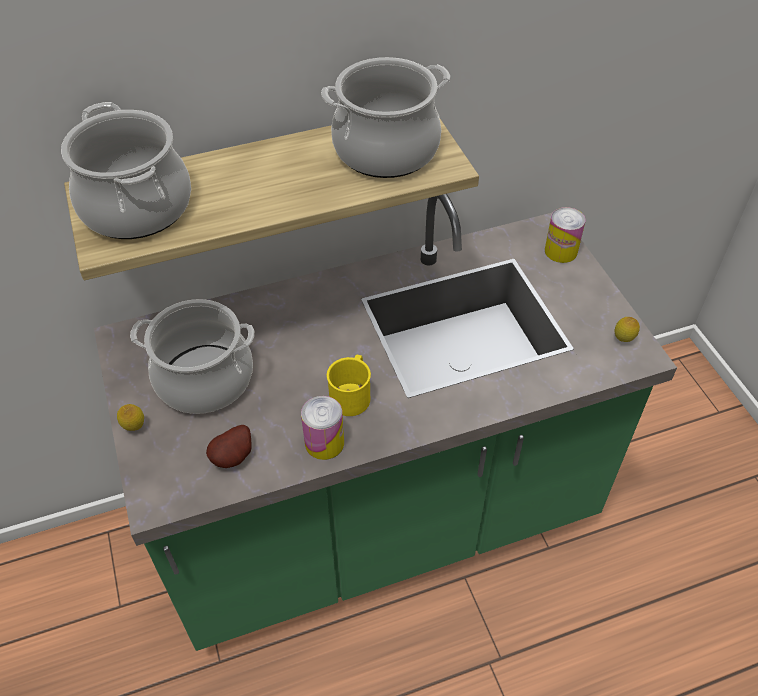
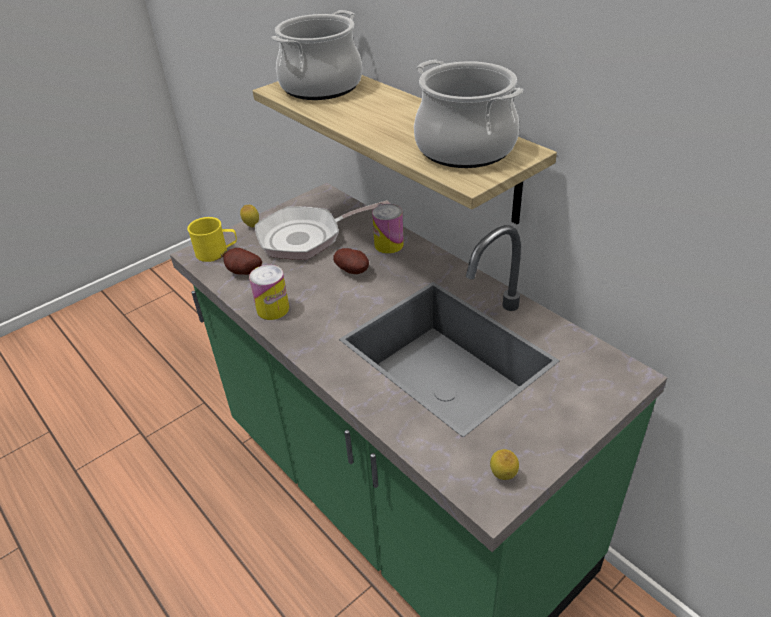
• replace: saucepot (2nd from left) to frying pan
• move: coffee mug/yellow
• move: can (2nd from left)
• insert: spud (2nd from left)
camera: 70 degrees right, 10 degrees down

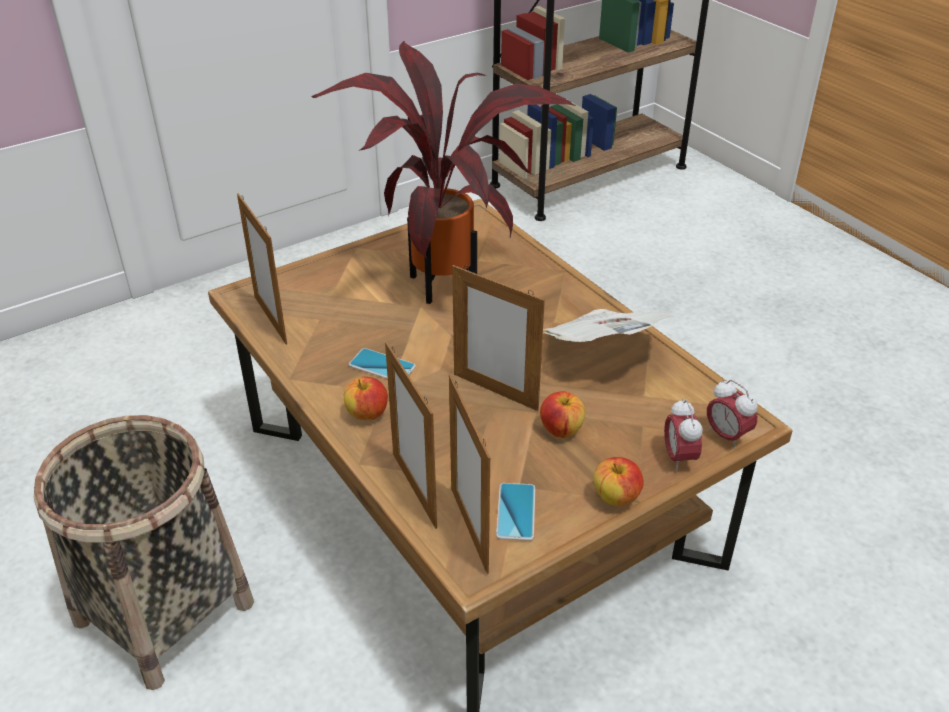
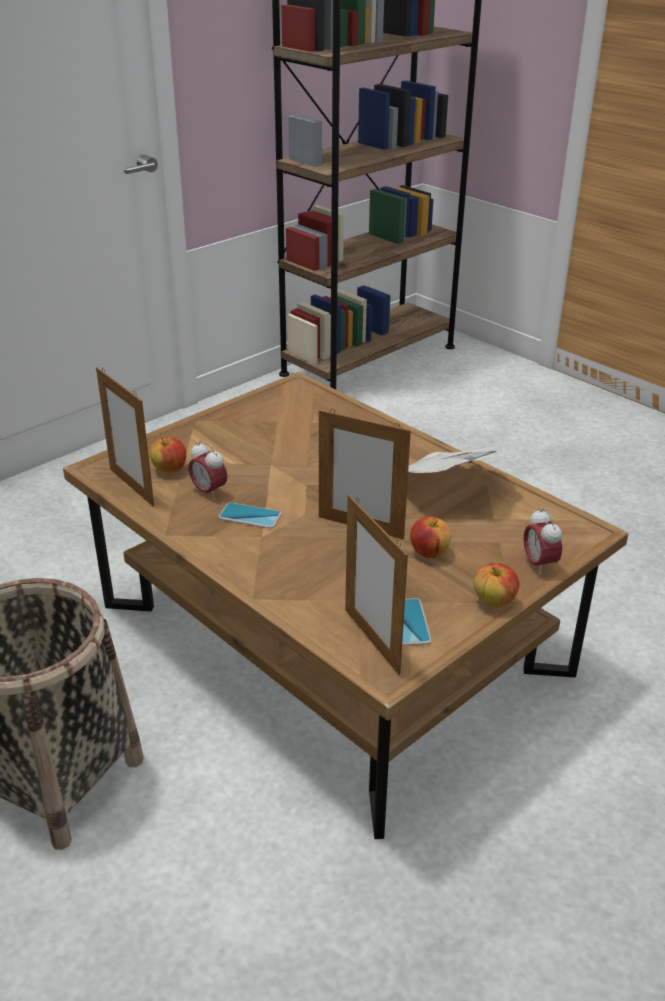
• delete: plant in a pot
• move: whole apple (1st from left)
• delete: standing frame (2nd from left)
• move: alarm clock (2nd from left in the first image) to alarm clock (1st from left)
camera: 10 degrees left, 5 degrees down

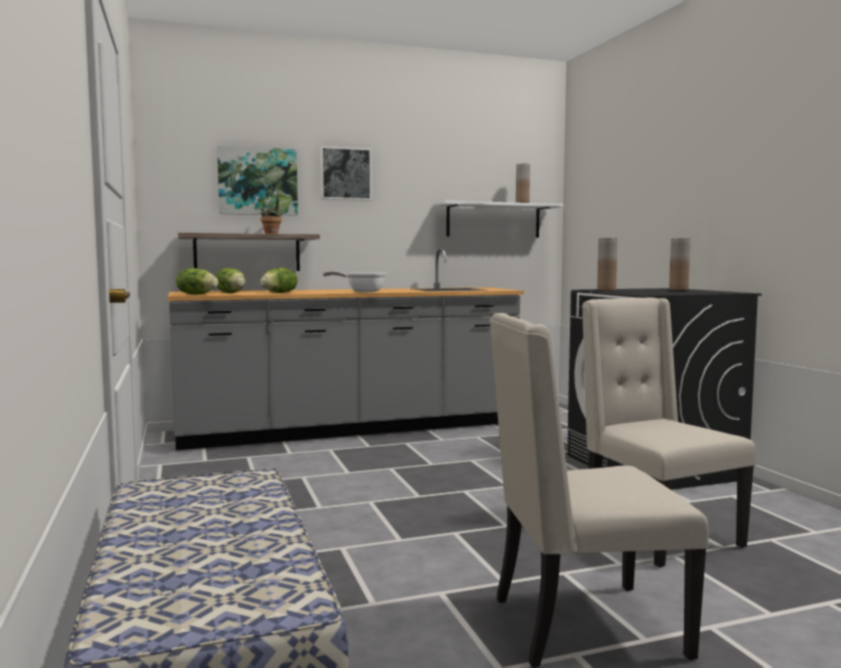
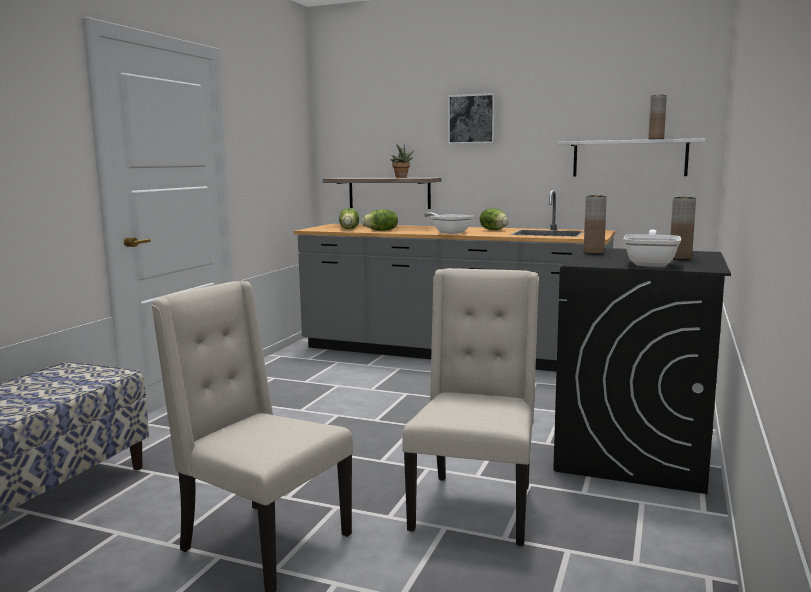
• move: lettuce head (1st from left in the first image) to lettuce head (3rd from left)
• delete: wall art (1st from left)
• insert: frying pan (2nd from left)
camera: 40 degrees right, 5 degrees up

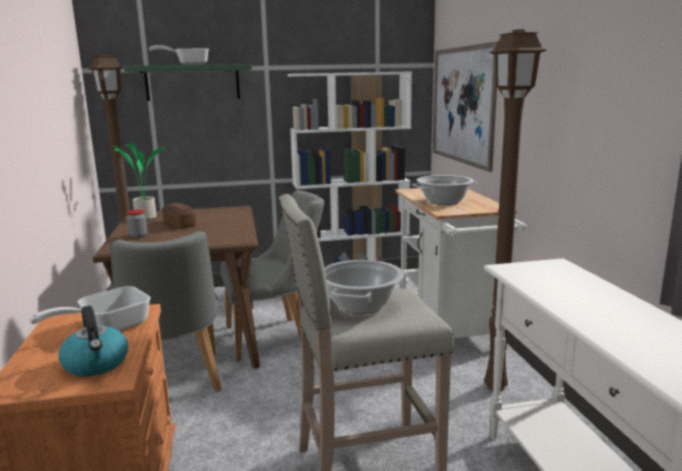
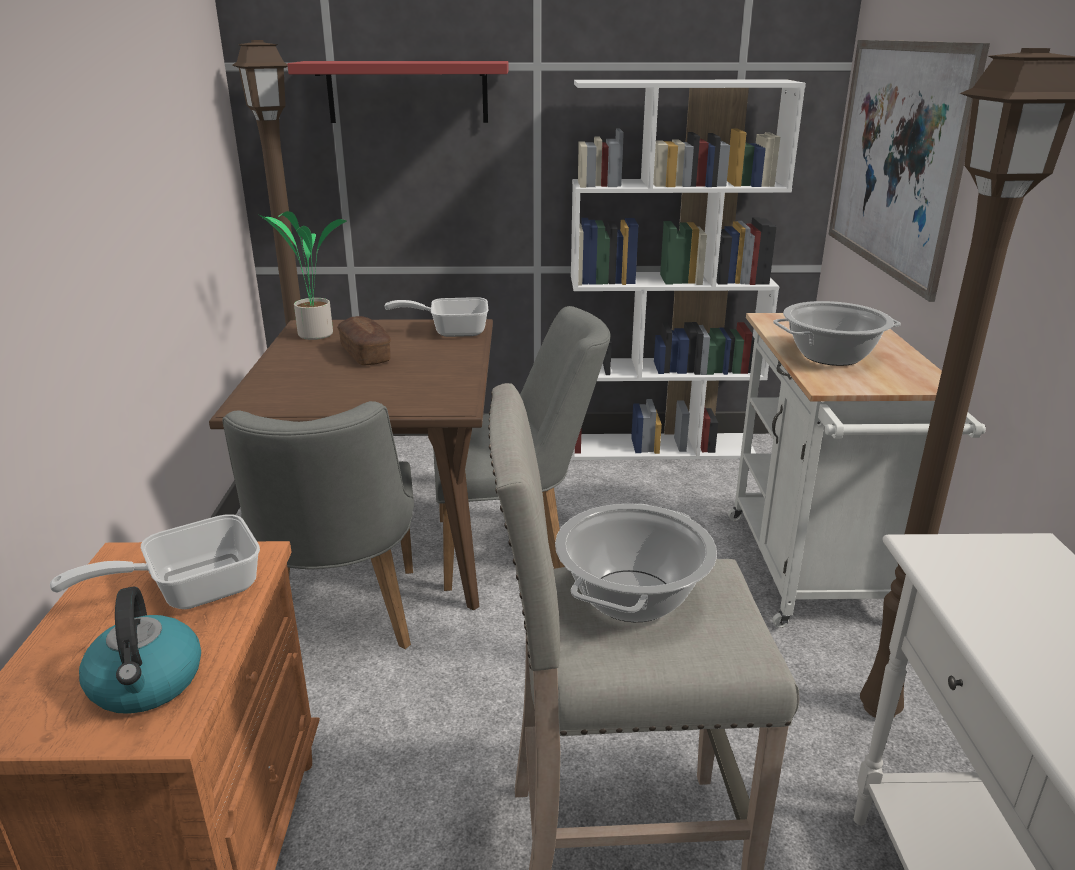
• recolor: wall shelf/greenish to wall shelf/reddish
• delete: preserve jar
• move: frying pan (2nd from left)
camera: 10 degrees right, 10 degrees up

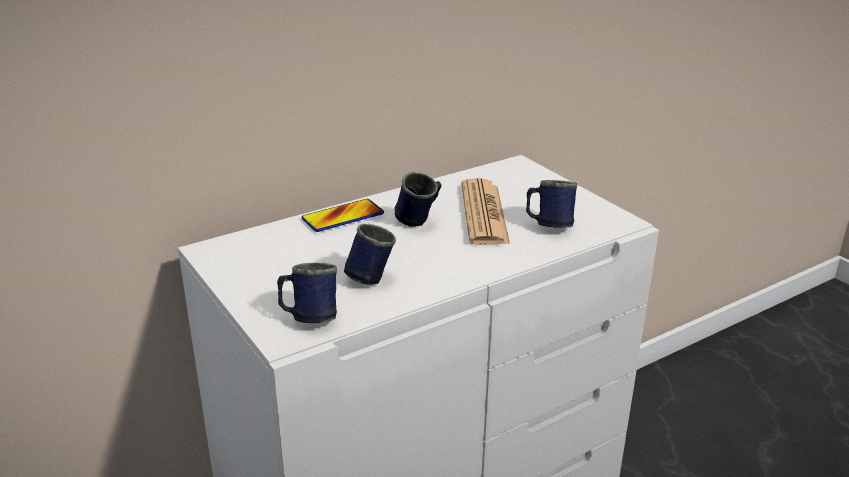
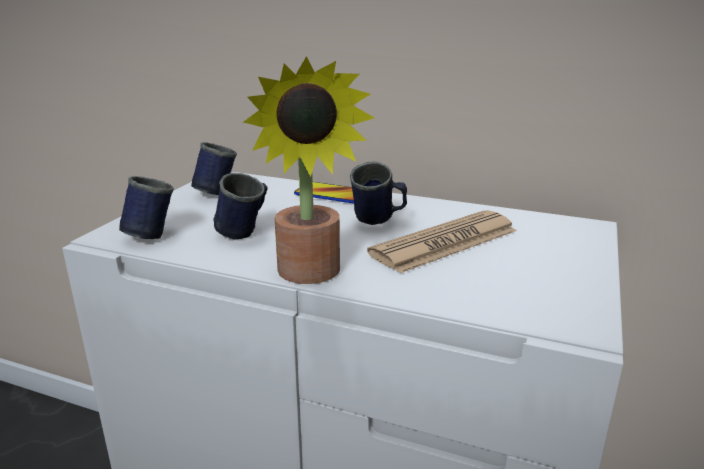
• move: coffee mug/blue-coloured (4th from left in the first image) to coffee mug/blue-coloured (2nd from left)
• insert: plant in a pot
camera: 55 degrees right, 5 degrees down

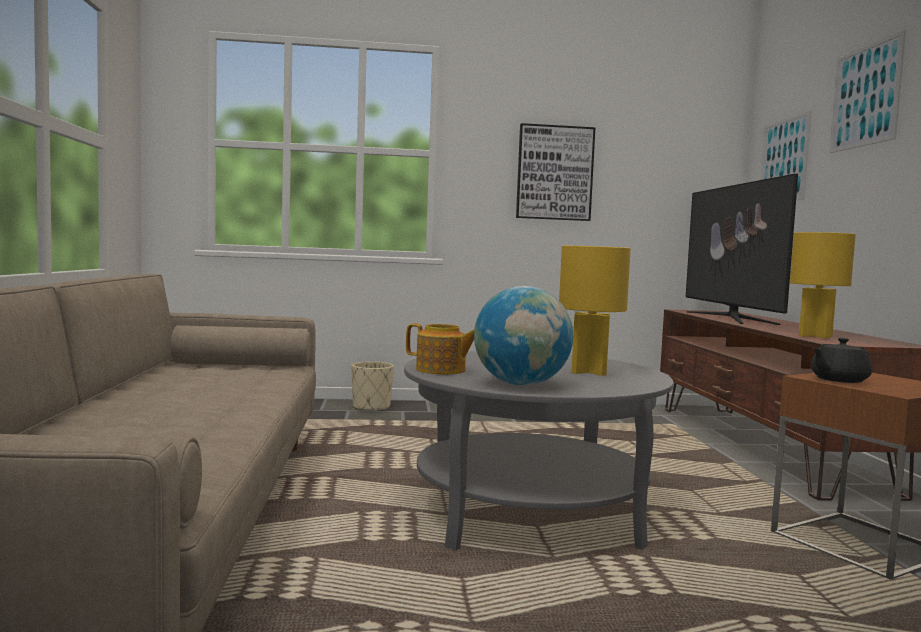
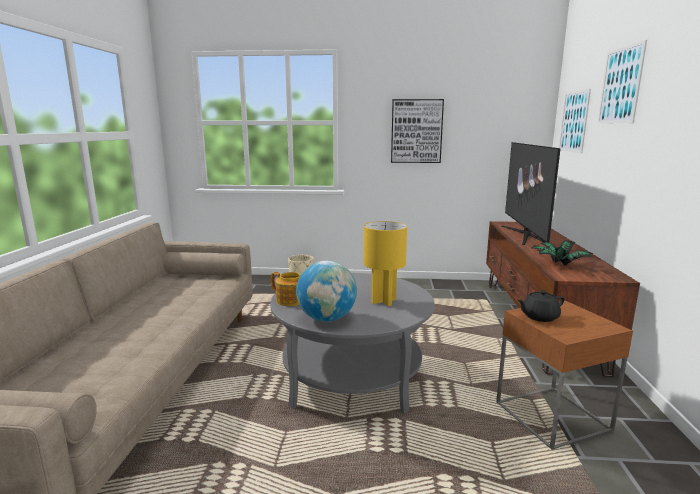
• replace: tabletop lamp/yellow (2nd from left) to plant in a pot
camera: 10 degrees right, 10 degrees up

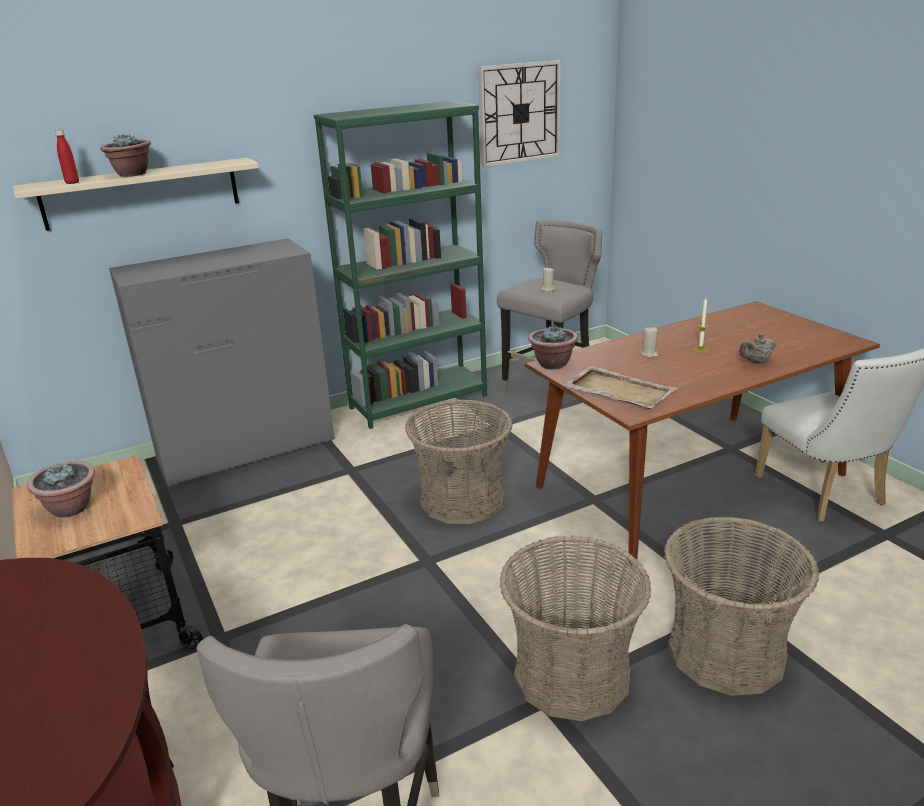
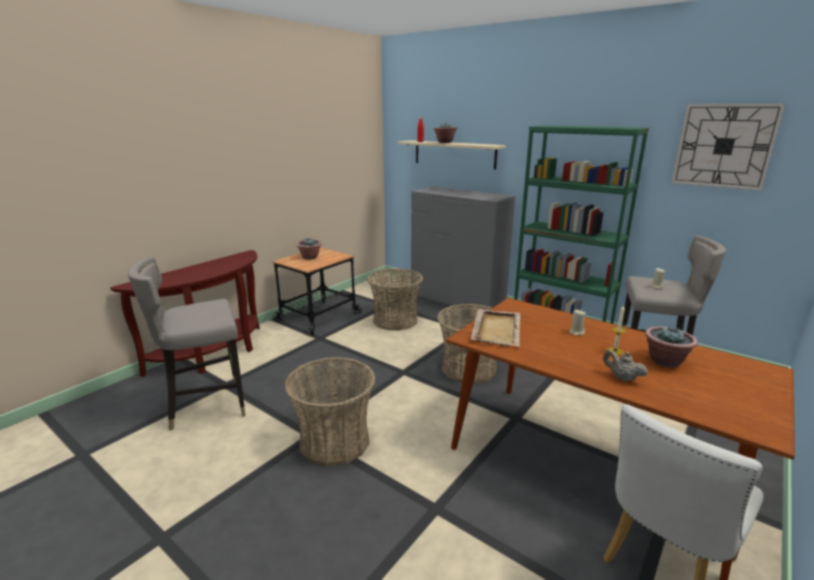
• move: plant in a pot (3rd from left)
• move: storage basket (3rd from left in the first image) to storage basket (2nd from left)
camera: 65 degrees right, 5 degrees down

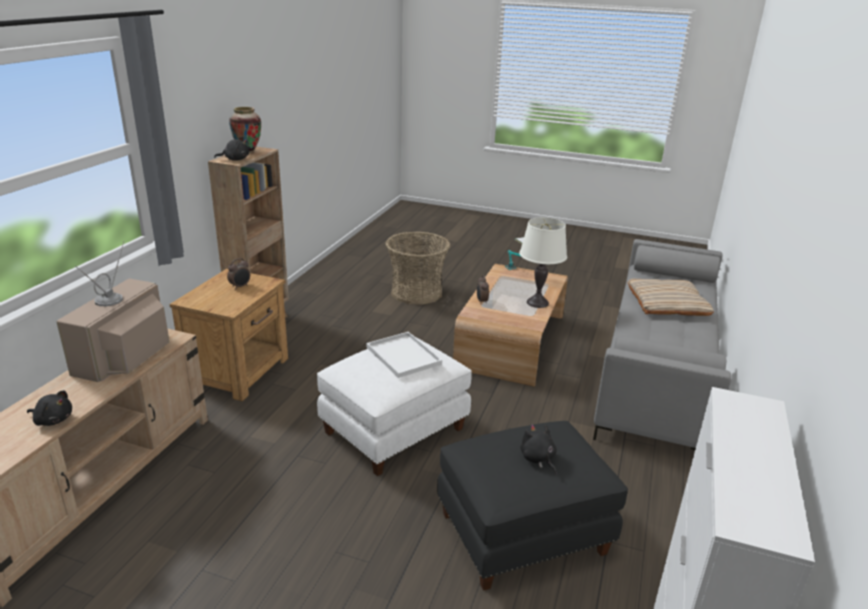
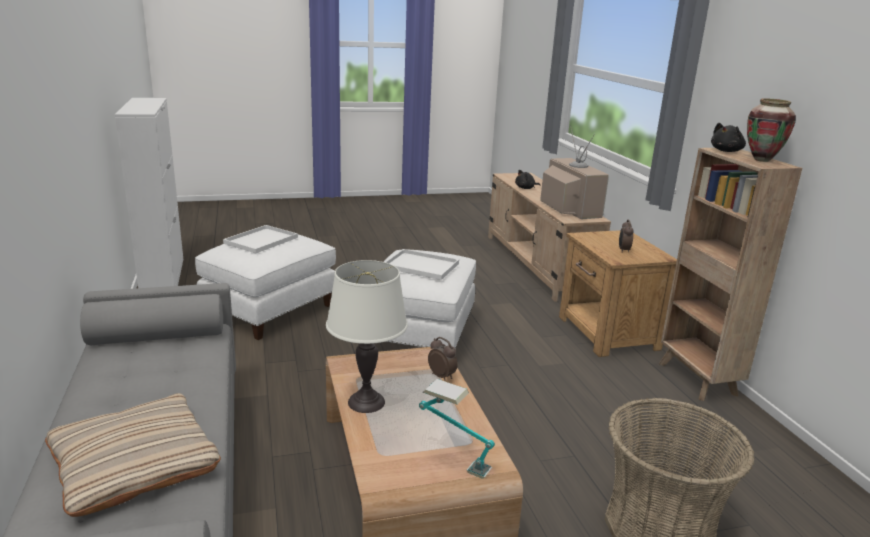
• recolor: ottoman/black to ottoman/white (1st from left)
• replace: soft toy/black (3rd from left) to tray/white (1st from left)
camera: 145 degrees right, 5 degrees down

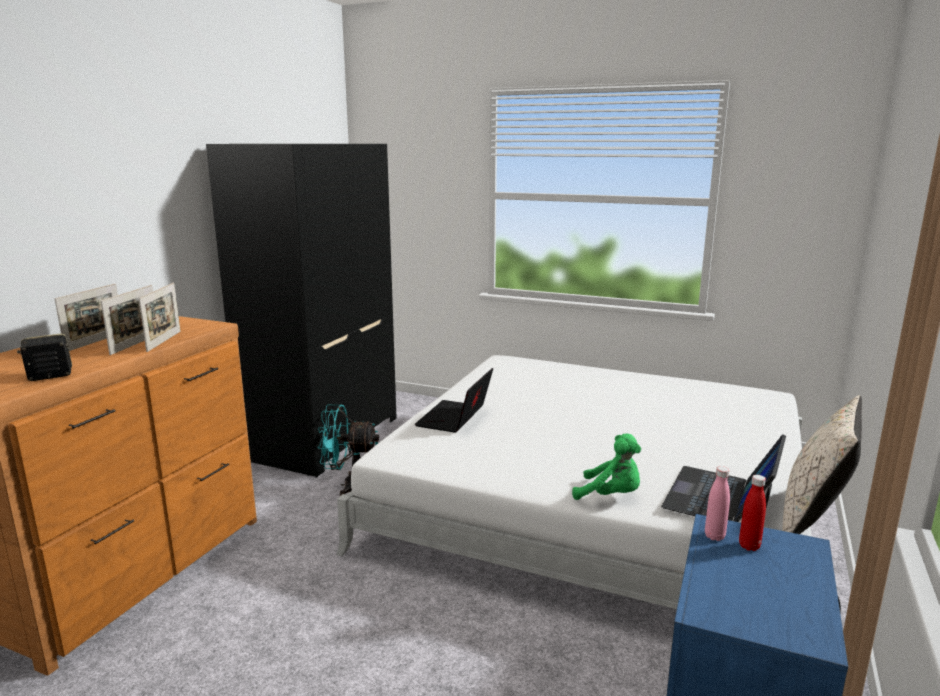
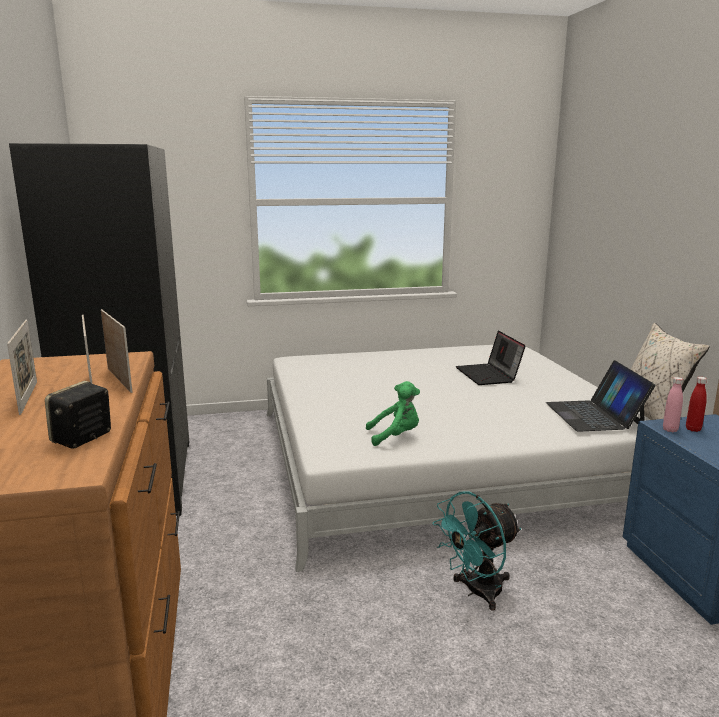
• move: cooling fan/blue-green
• move: notebook computer (1st from left)
• move: soft toy/greenish
camera: 35 degrees left, 0 degrees up

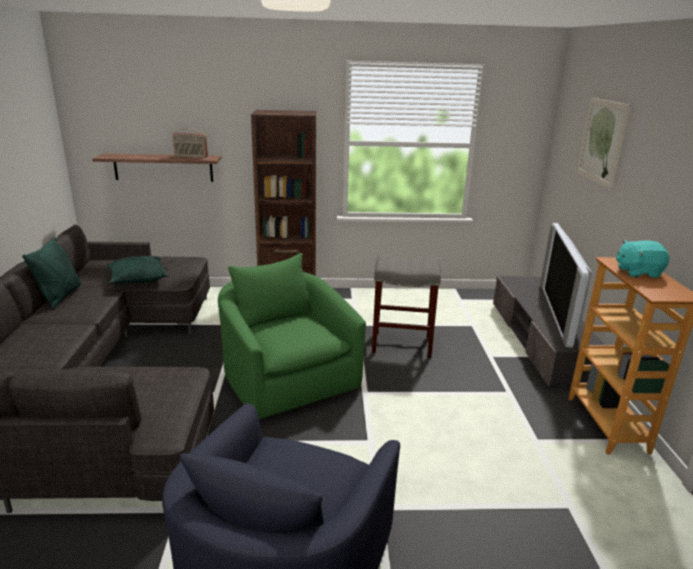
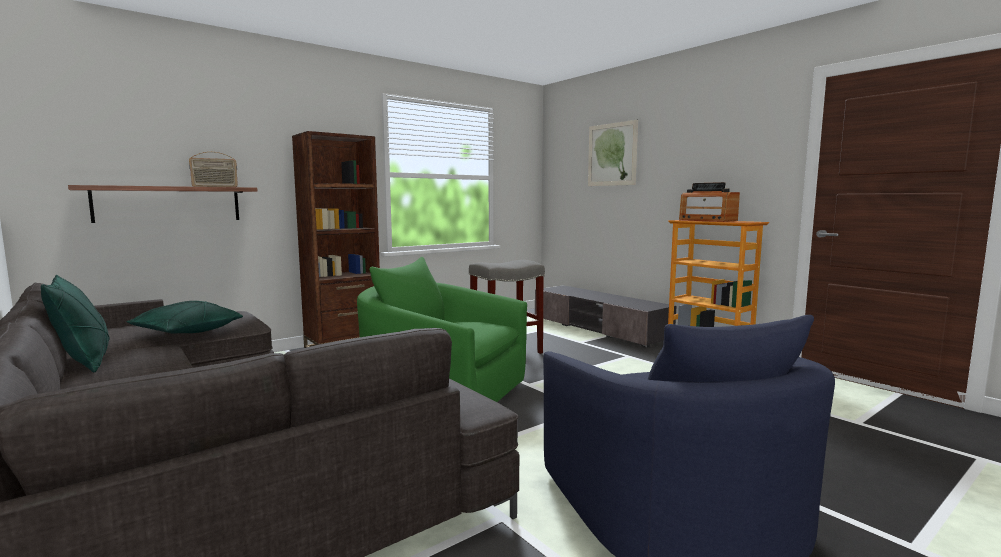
• delete: TV
• replace: soft toy/blue-green to radio receiver (2nd from left)
camera: 35 degrees left, 15 degrees down

